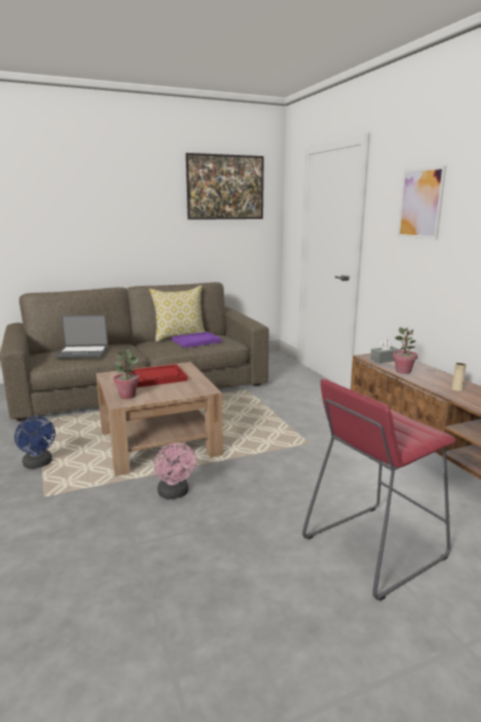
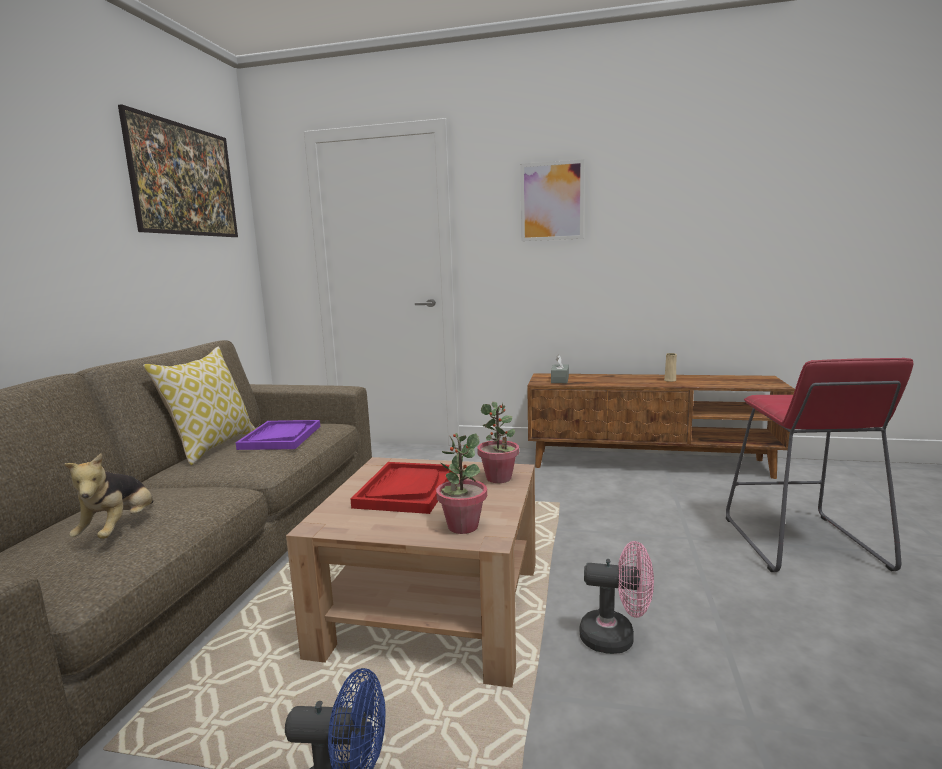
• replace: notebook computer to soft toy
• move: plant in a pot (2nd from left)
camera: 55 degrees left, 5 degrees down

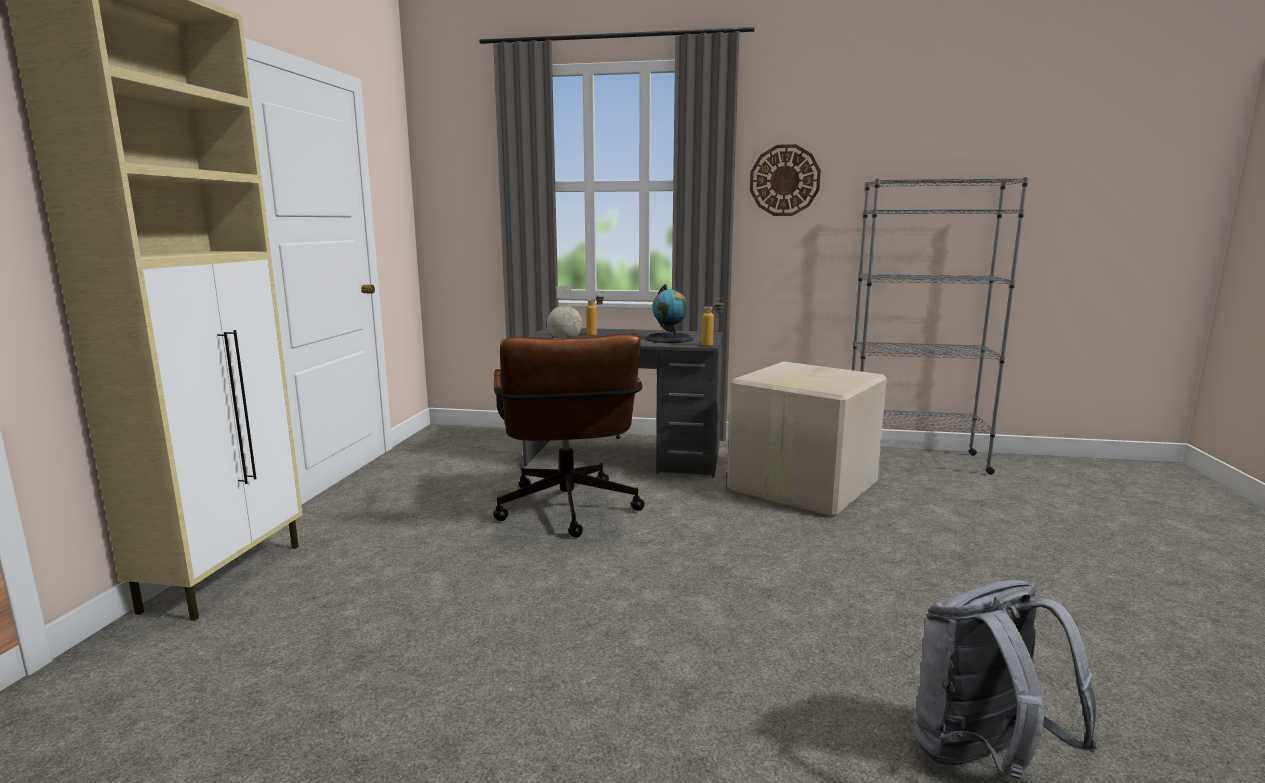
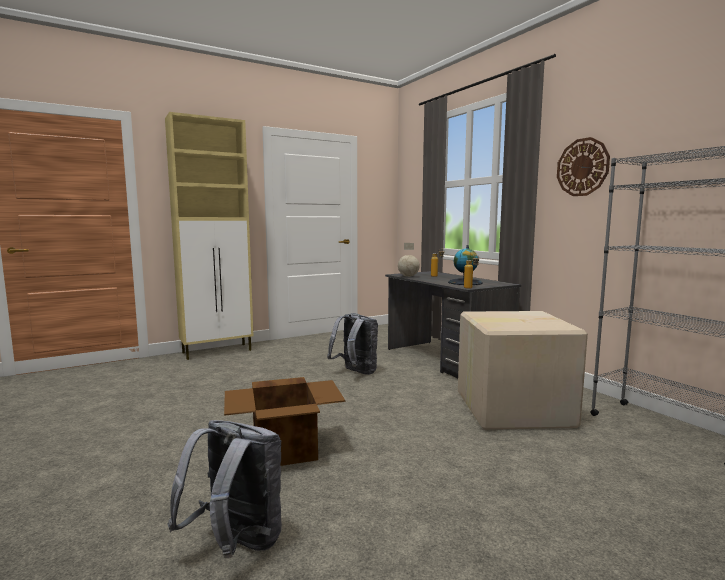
• replace: desk chair/brown-coloured to knapsack/greyish (2nd from left)
• insert: carton (1st from left)
camera: 50 degrees right, 5 degrees down

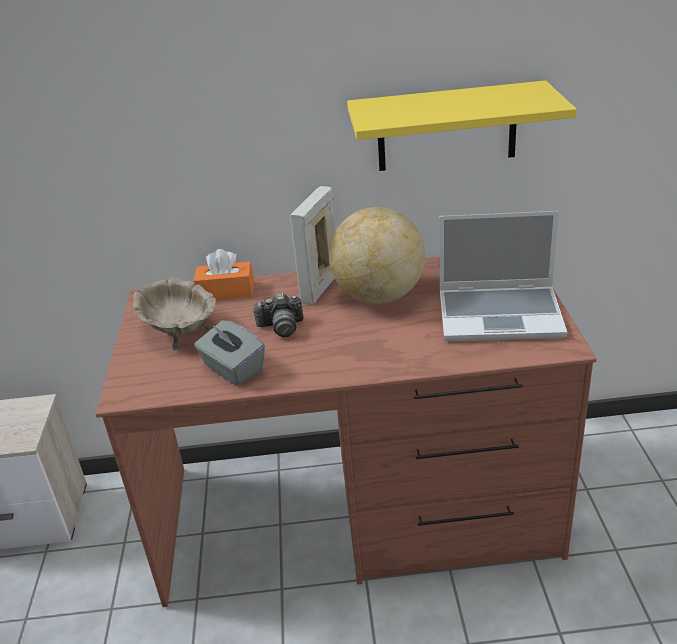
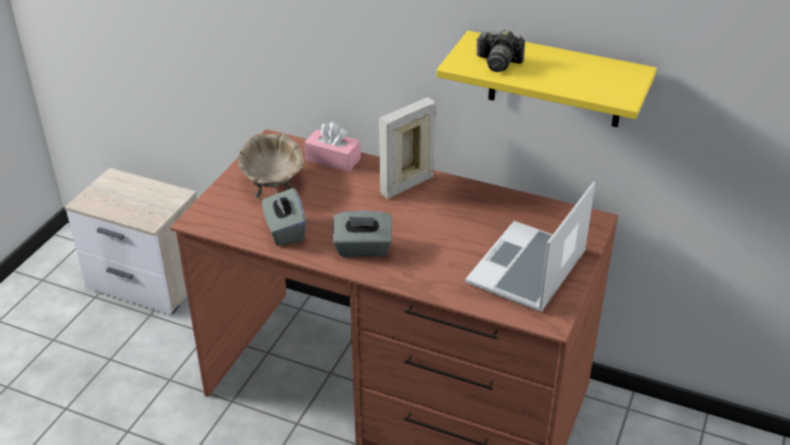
• recolor: tissue holder/orange to tissue holder/pink-coloured
• move: still camera
• delete: globe
• rotate: notebook computer 90 degrees clockwise
• insert: tissue holder/greyish (2nd from left)
camera: 25 degrees right, 5 degrees up

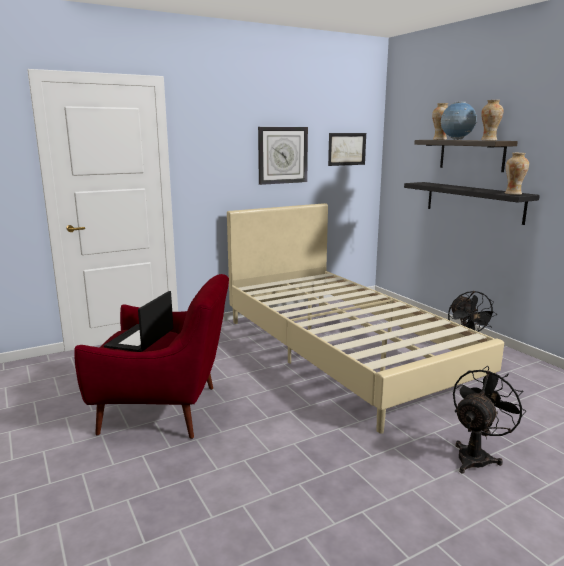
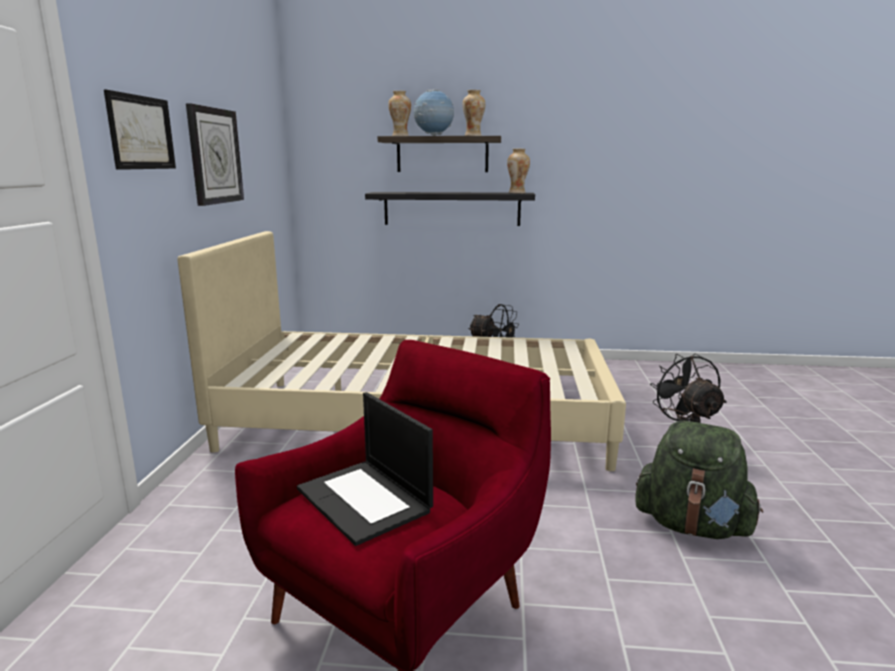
• move: wall art
• insert: knapsack/greenish
camera: 55 degrees left, 0 degrees up

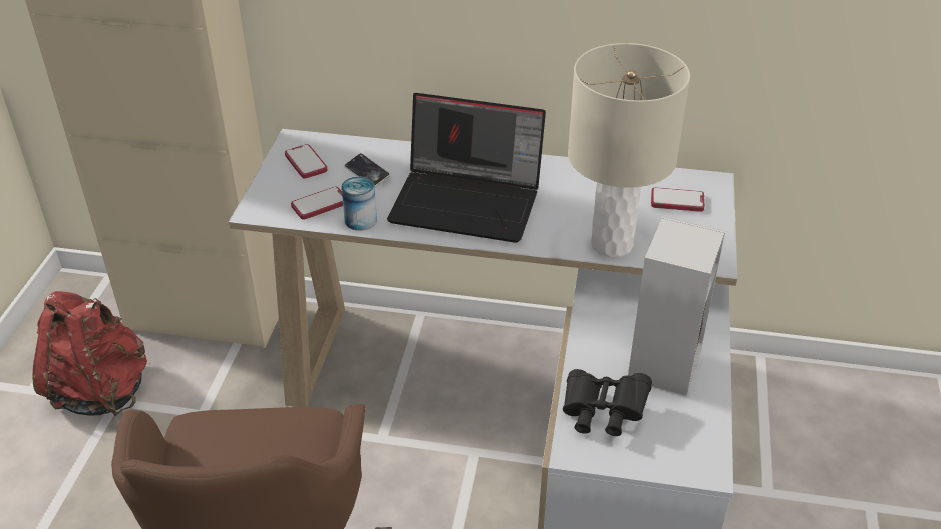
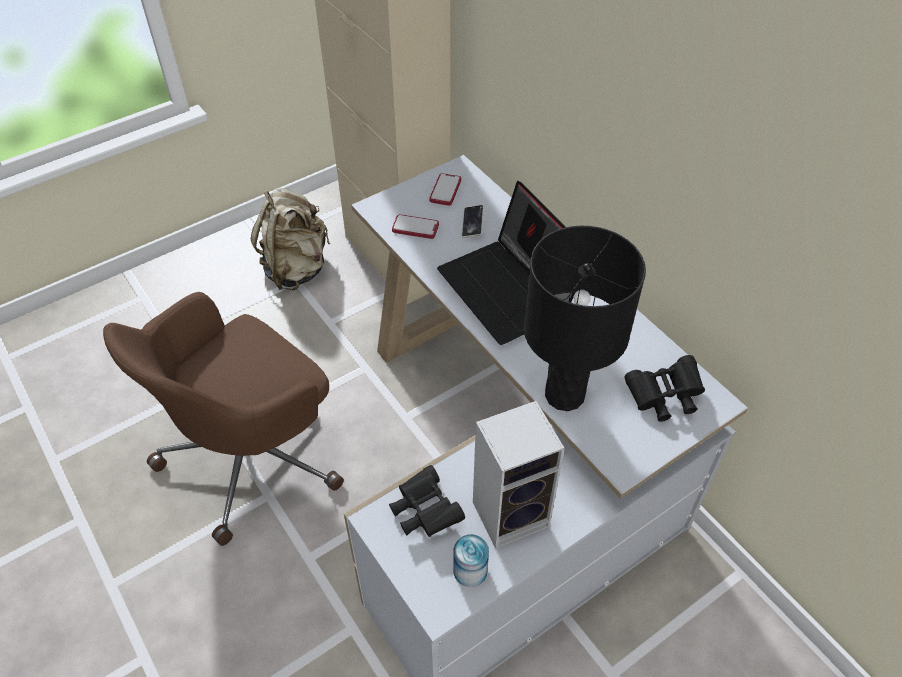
• recolor: knapsack/reddish to knapsack/beige-coloured
• move: can
• recolor: tabletop lamp/beige-coloured to tabletop lamp/black
• replace: phone (4th from left) to binoculars/black (2nd from left)
camera: 45 degrees right, 10 degrees up

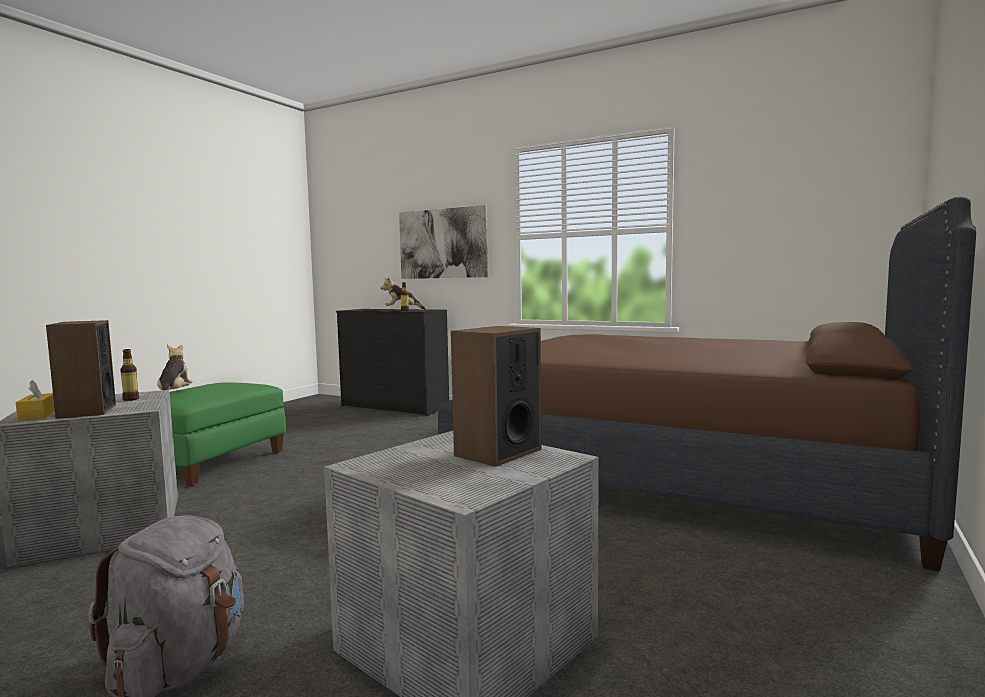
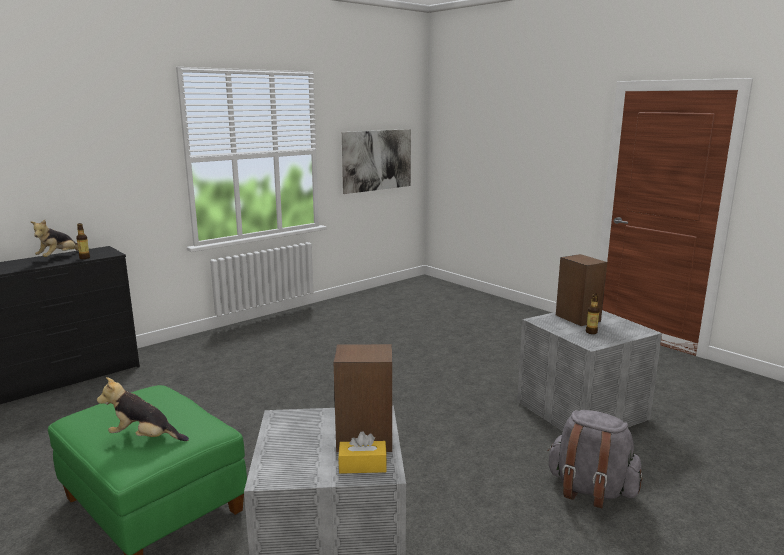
• move: drink bottle (1st from left in the first image) to drink bottle (2nd from left)
• move: wall art
• delete: sleeping bed/brown-coloured
camera: 70 degrees left, 10 degrees up

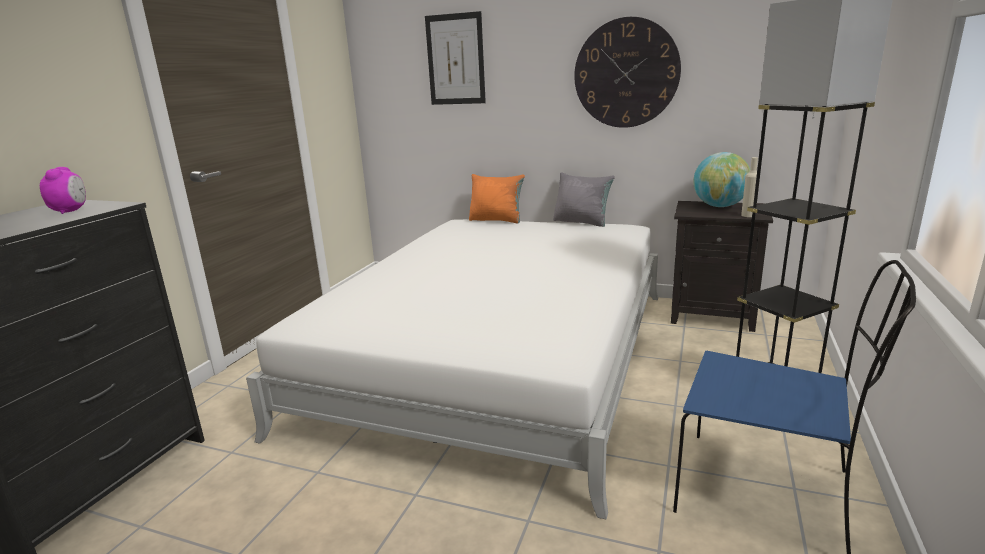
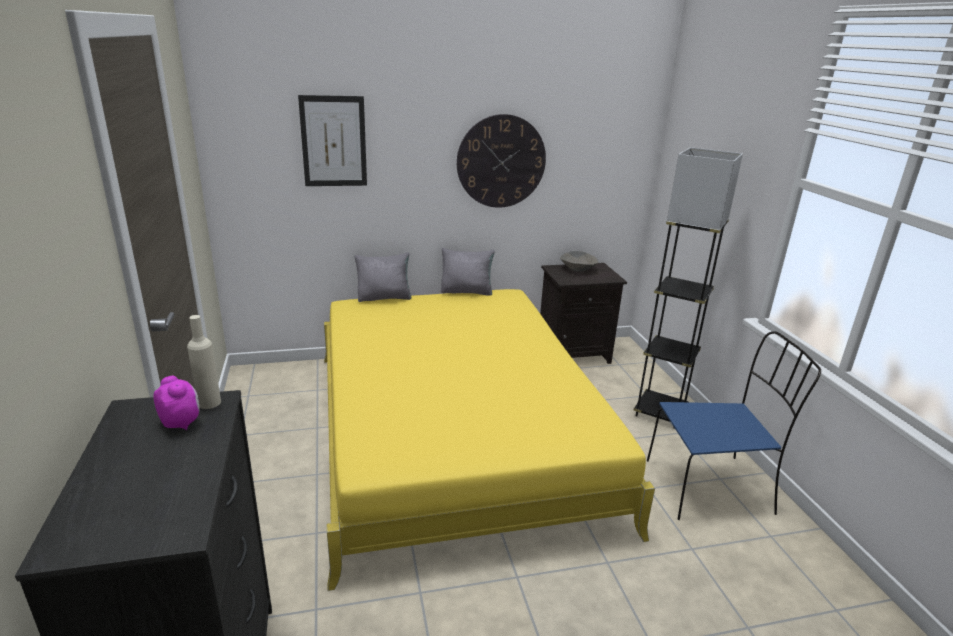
• recolor: sleeping bed/white to sleeping bed/yellow
• recolor: throw pillow/orange to throw pillow/greyish (1st from left)
• replace: globe to serving bowl/greyish
• move: drink bottle/beige-coloured
camera: 35 degrees left, 5 degrees up

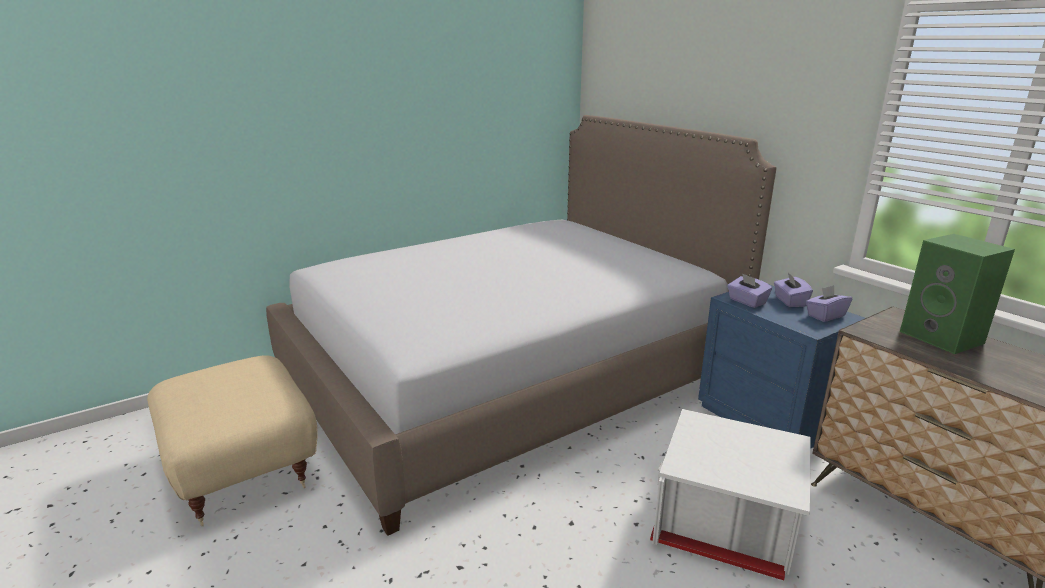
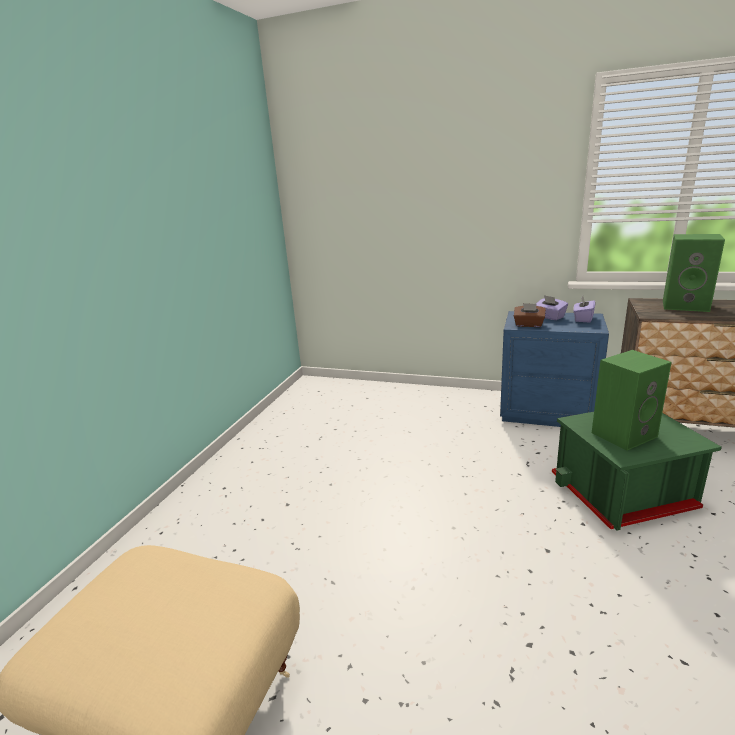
• delete: sleeping bed
• recolor: storage container/white to storage container/greenish
• recolor: tissue holder/purple (1st from left) to tissue holder/brown-coloured
• insert: audio speaker/greenish (1st from left)
camera: 35 degrees left, 0 degrees up

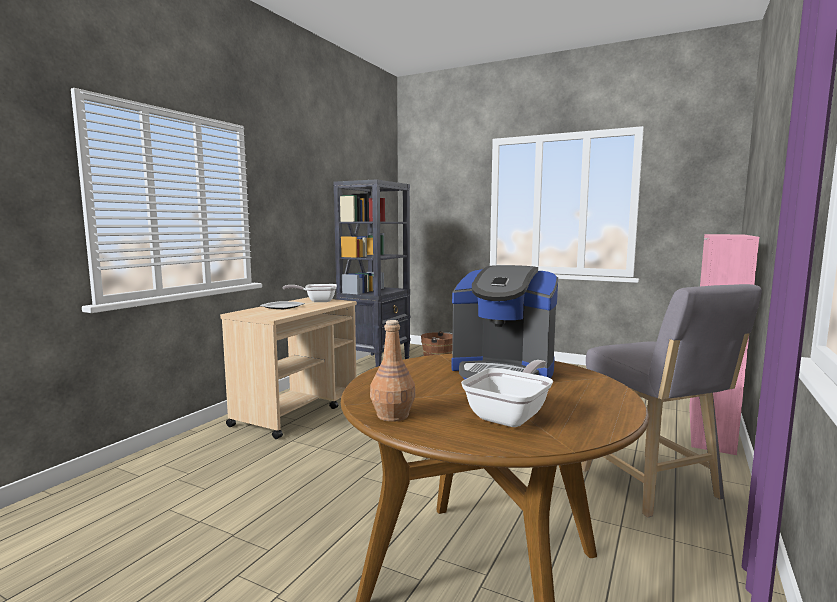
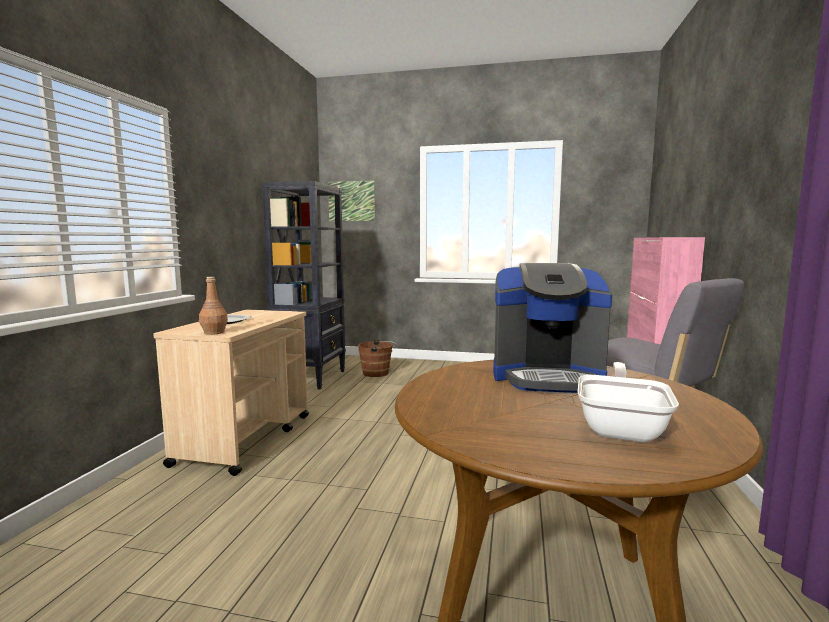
• delete: frying pan (1st from left)
• move: drink bottle/brown-coloured
• insert: wall art
camera: 15 degrees left, 0 degrees up

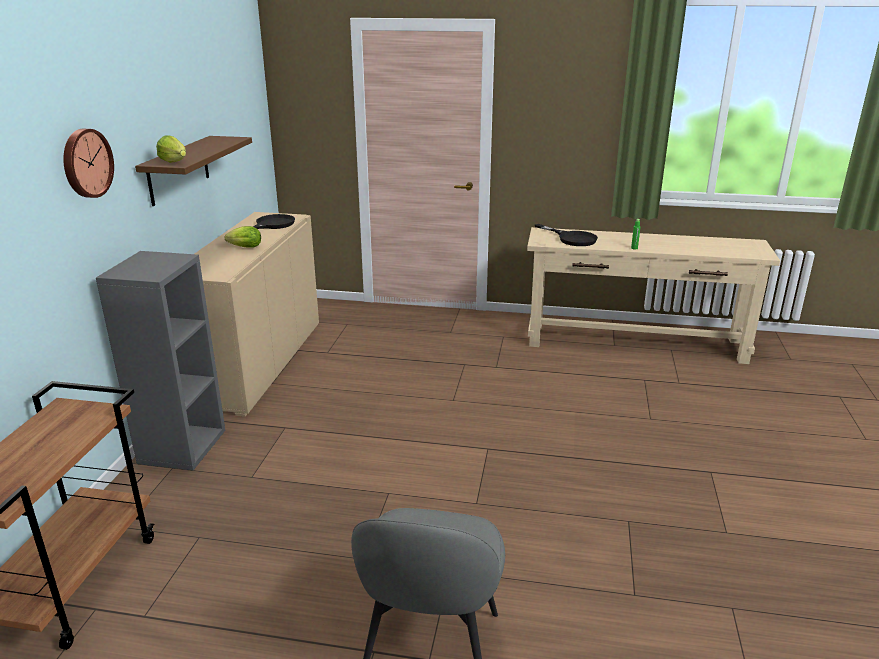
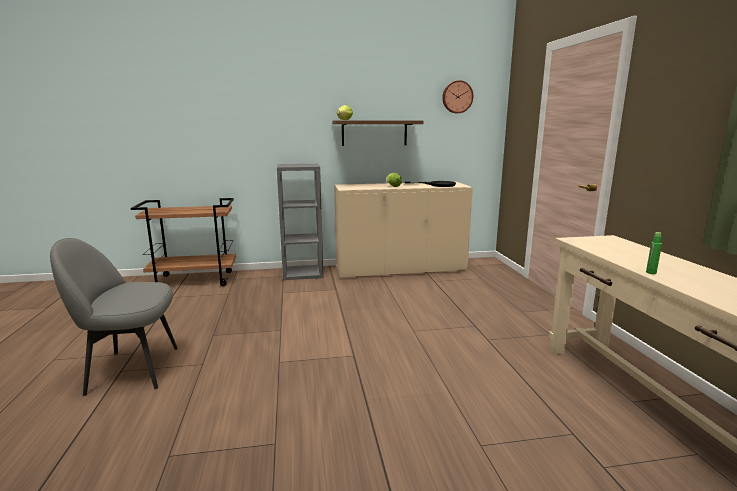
• move: wall clock
• delete: frying pan/black (2nd from left)
camera: 70 degrees right, 10 degrees down

